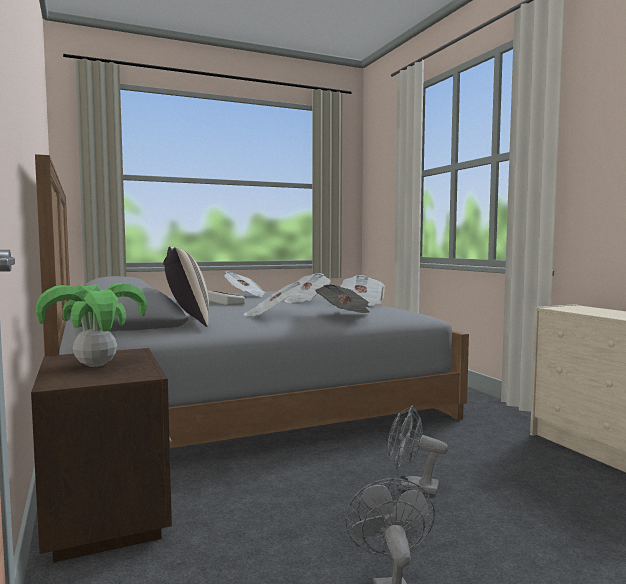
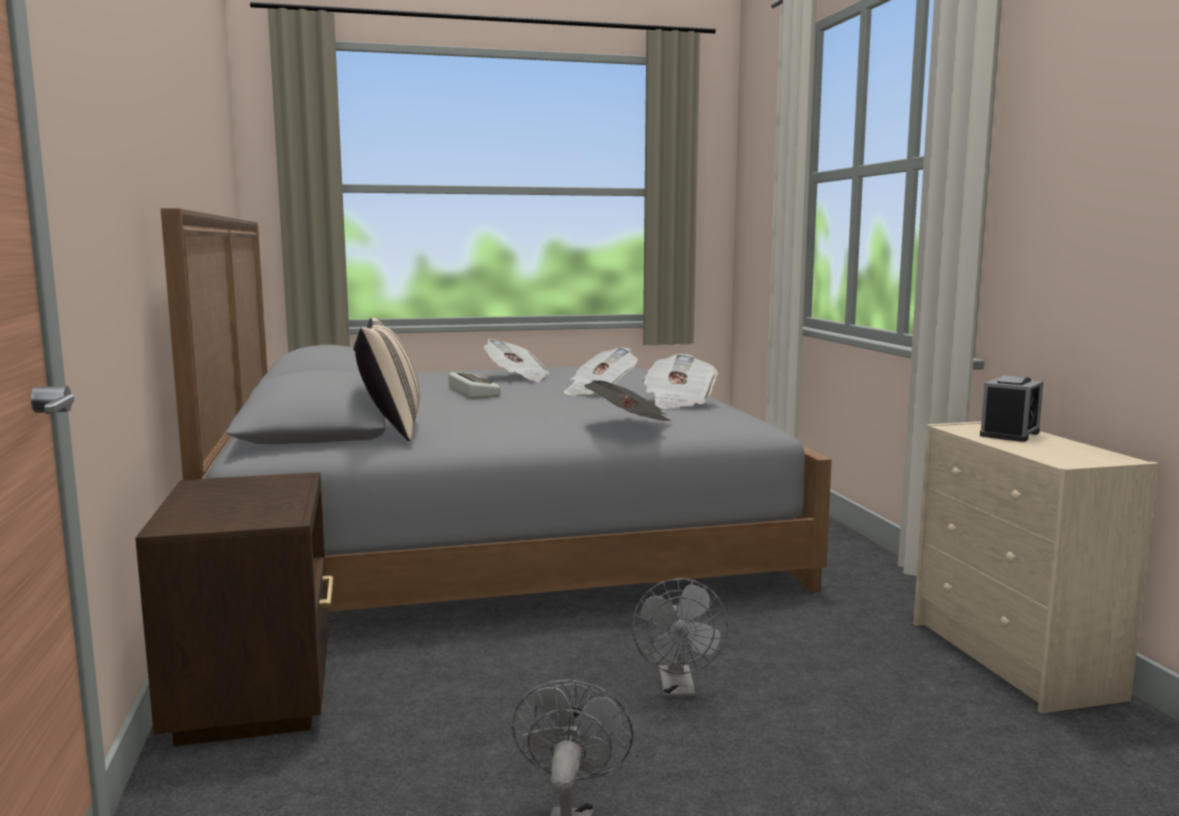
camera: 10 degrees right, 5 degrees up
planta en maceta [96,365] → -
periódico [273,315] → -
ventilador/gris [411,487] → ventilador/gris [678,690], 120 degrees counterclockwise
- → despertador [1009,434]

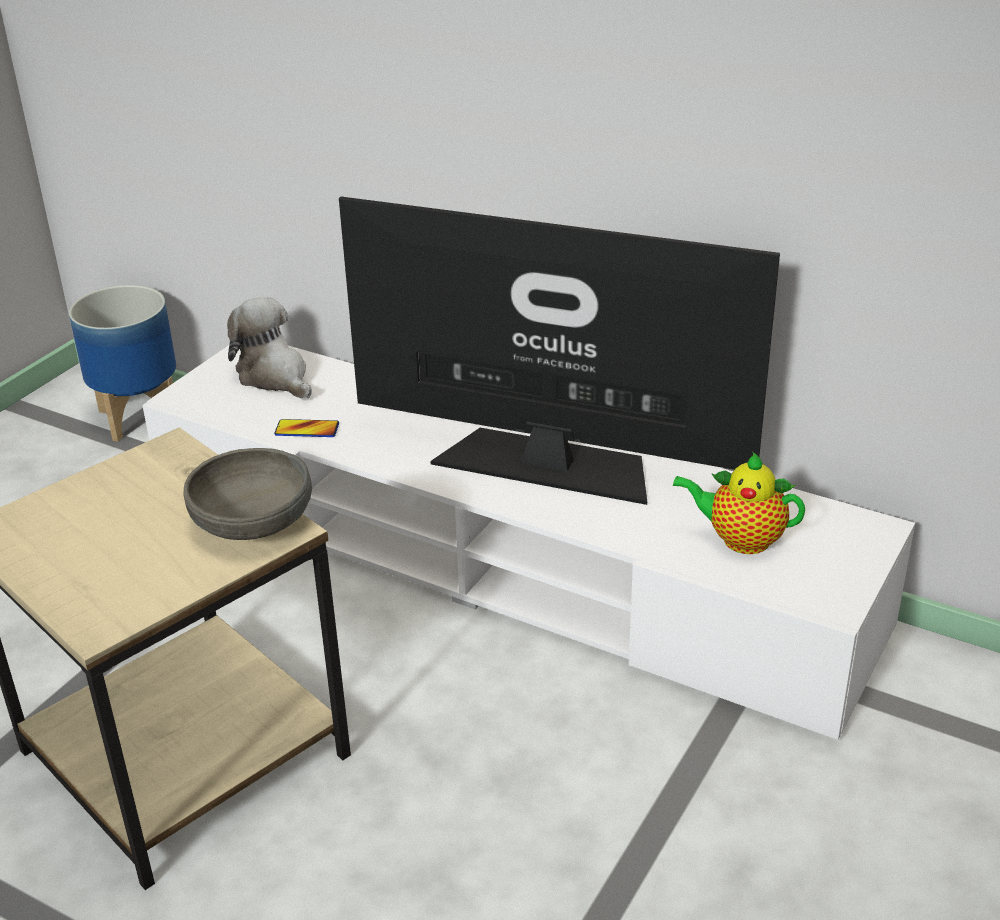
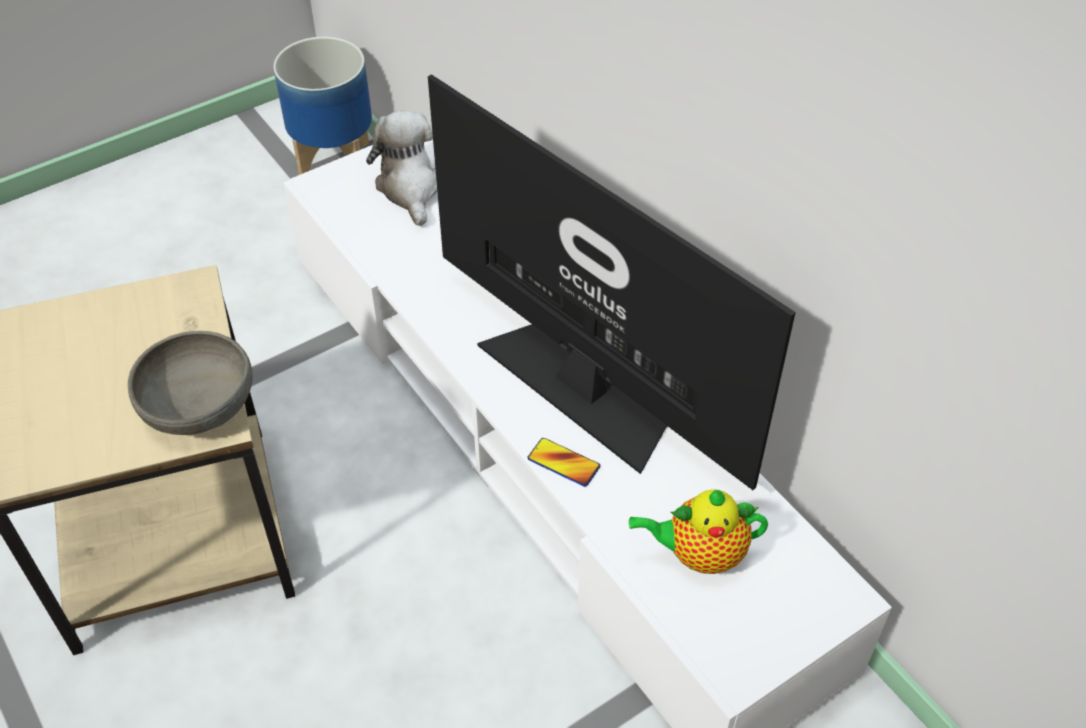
camera: 25 degrees right, 15 degrees up
móvil [307,429] → móvil [563,463], shifted
tetera [740,539] → tetera [699,554], 45 degrees counterclockwise

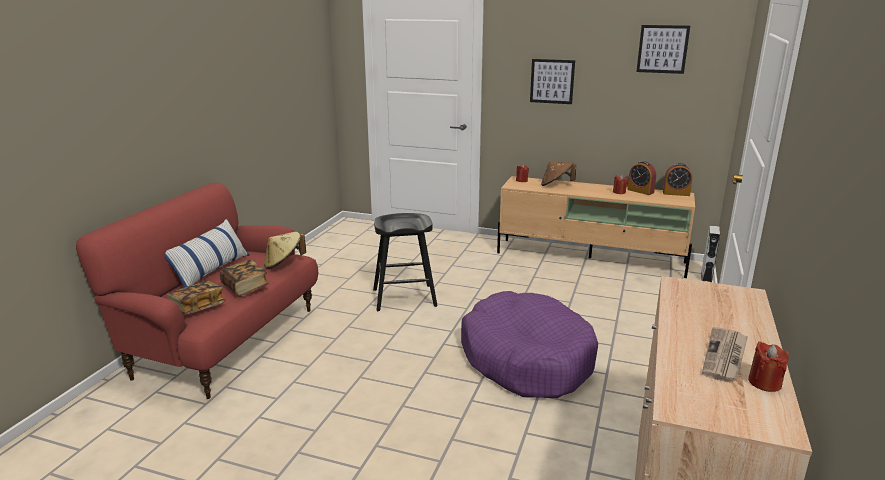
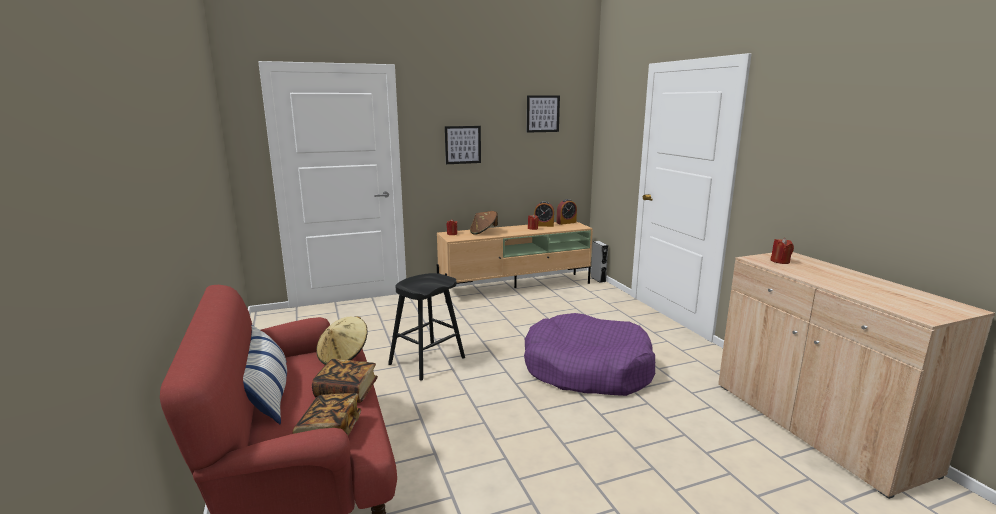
camera: 40 degrees left, 5 degrees down
periódico [725,357] → -
vela/rojo [764,383] → vela/rojo [780,261], shifted

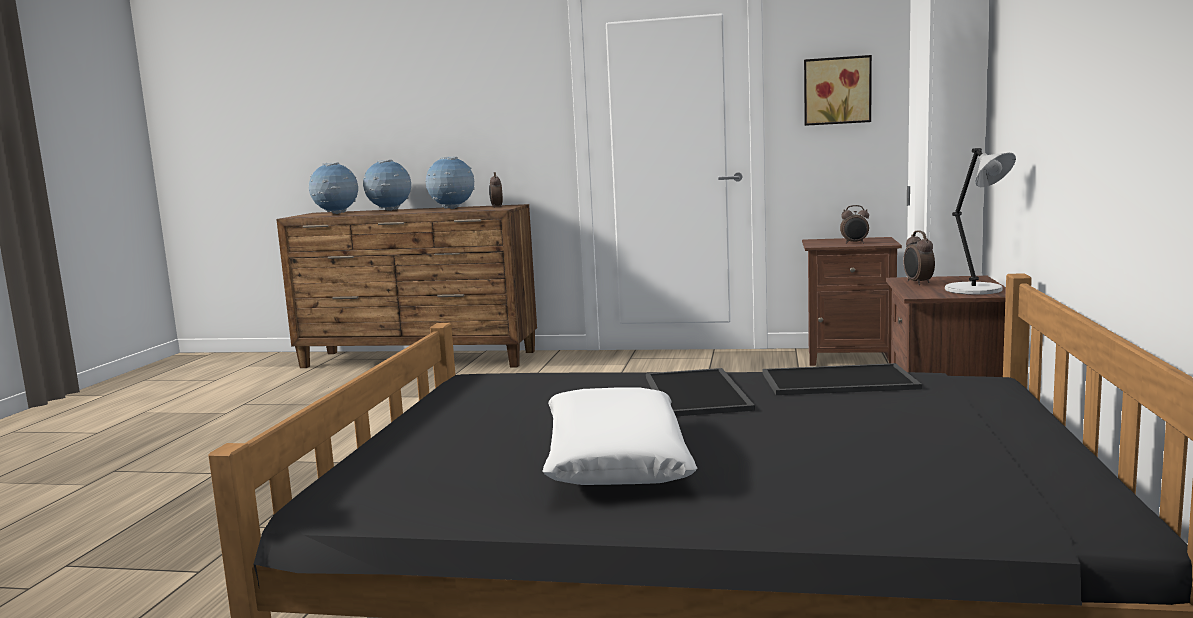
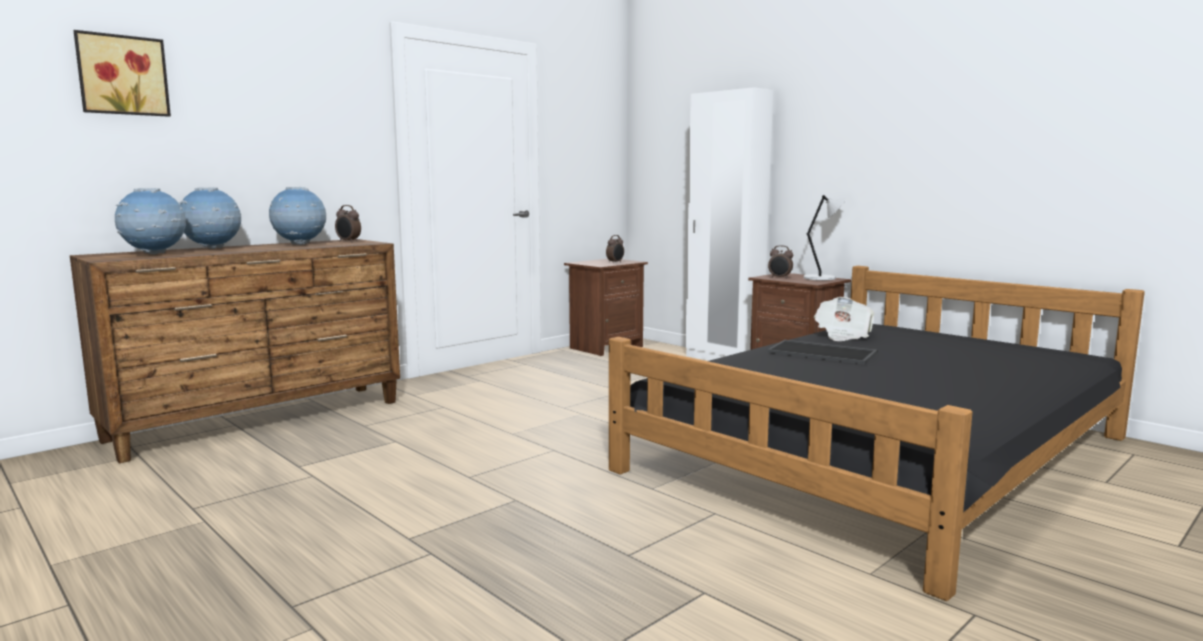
camera: 55 degrees left, 0 degrees up
cojín/blanco [614,458] → -
bandeja [837,381] → periódico [842,335]
cuadro [837,91] → cuadro [122,75], shifted

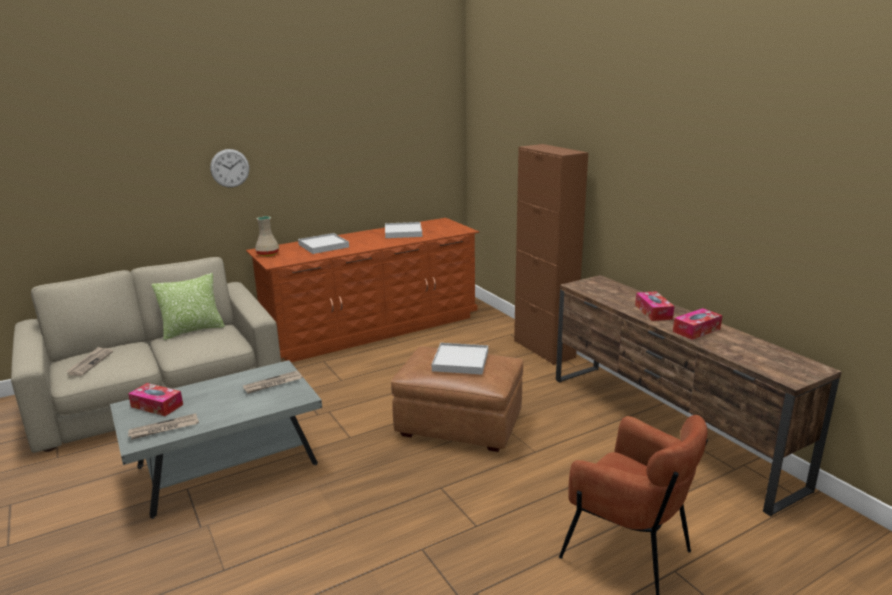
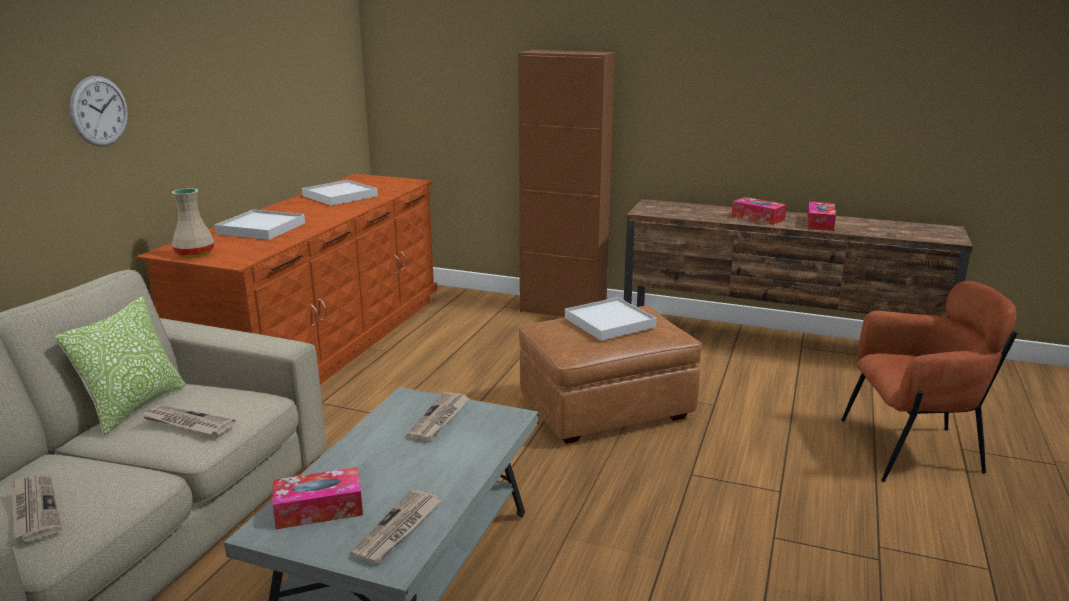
camera: 40 degrees left, 0 degrees up
- → periódico [186,423]

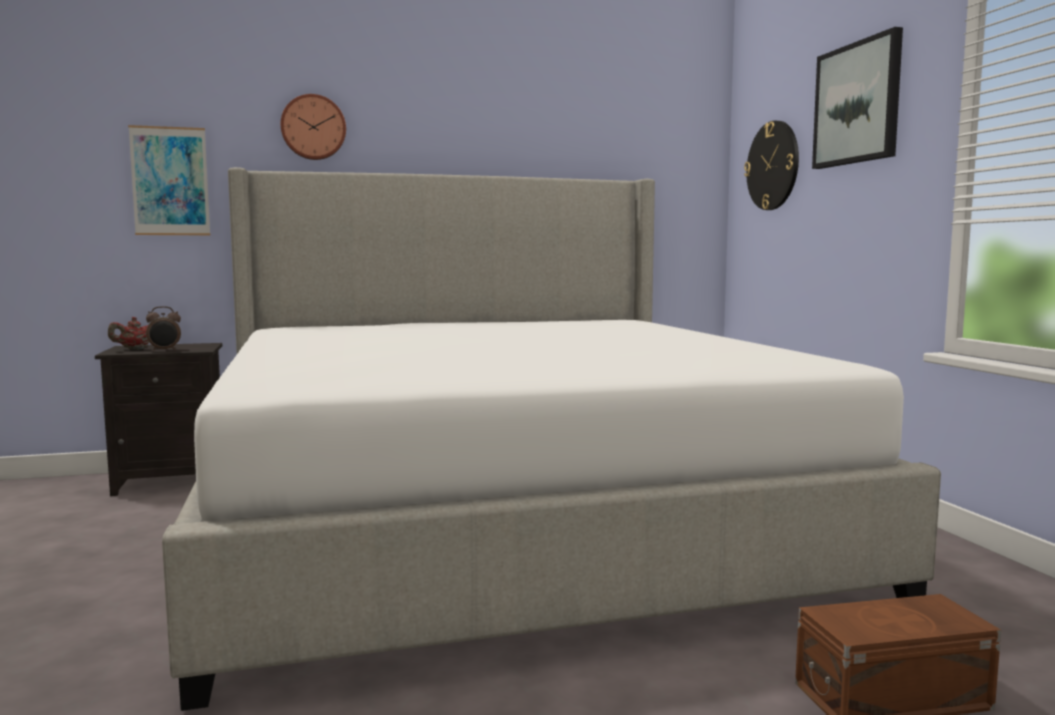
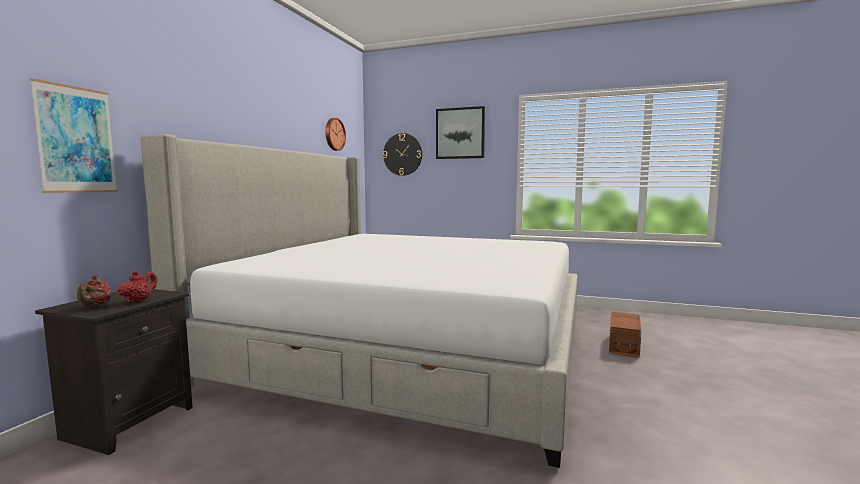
camera: 55 degrees left, 0 degrees up
despertador [164,350] → tetera/rojo [138,301]
reloj de pared [313,127] → reloj de pared [334,134], shifted

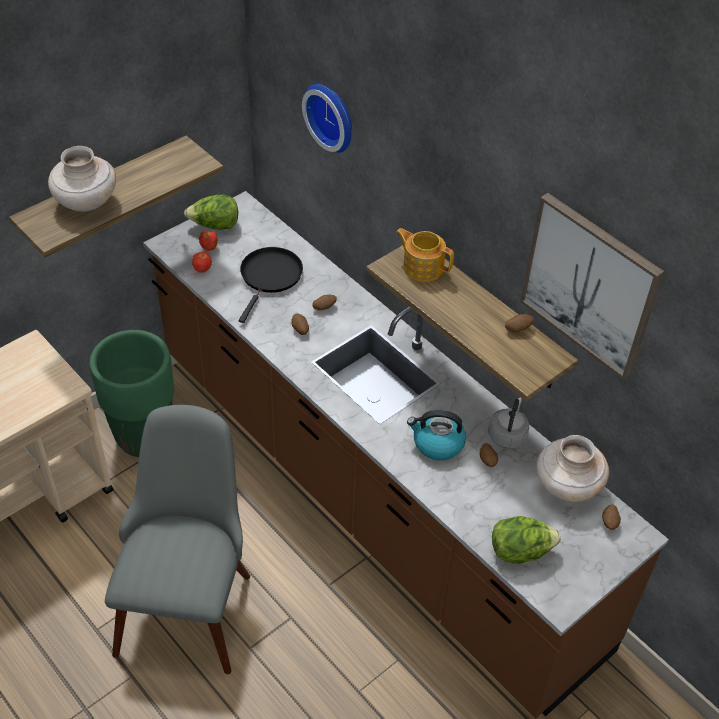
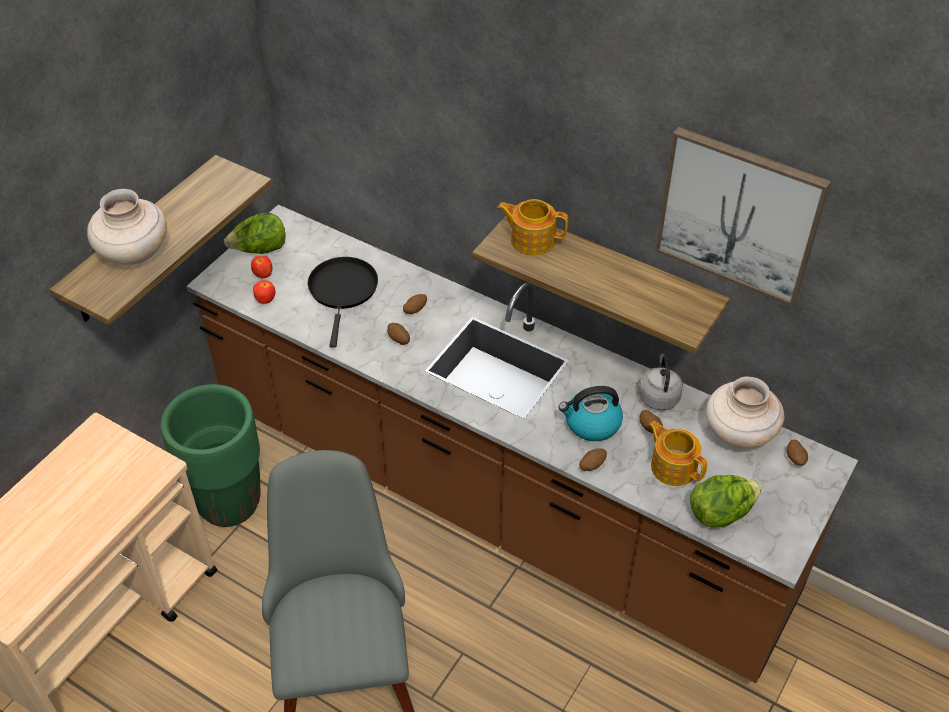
camera: 15 degrees left, 0 degrees up
reloj de pared [332,116] → -
patata [517,329] → patata [591,465], shifted
- → tetera [673,466]

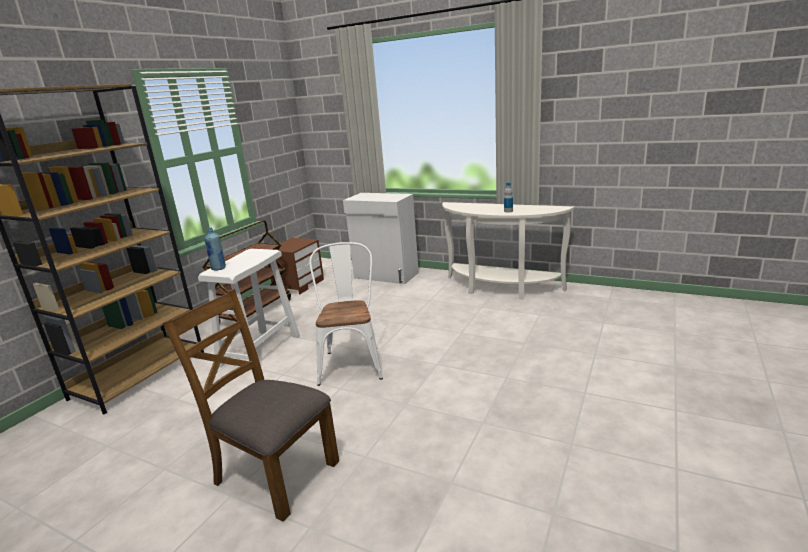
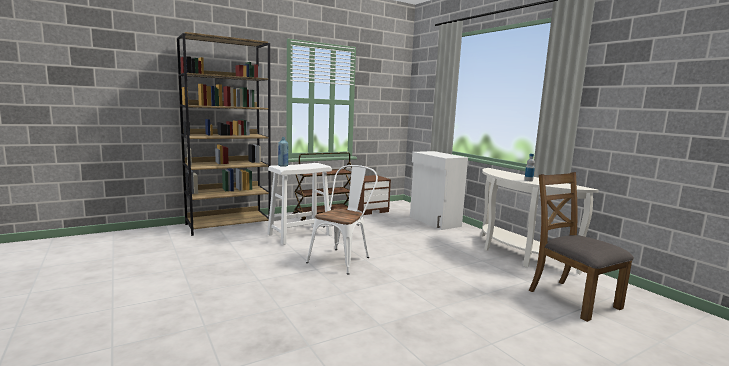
camera: 30 degrees right, 10 degrees down
silla/marrón [275,473] → silla/marrón [572,299], shifted

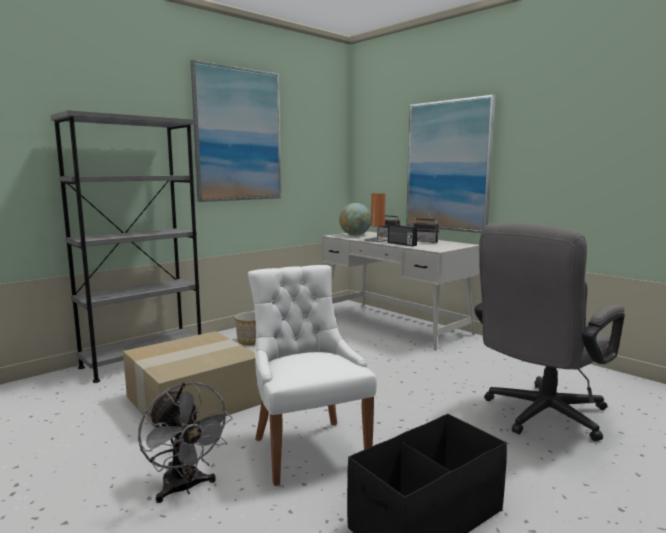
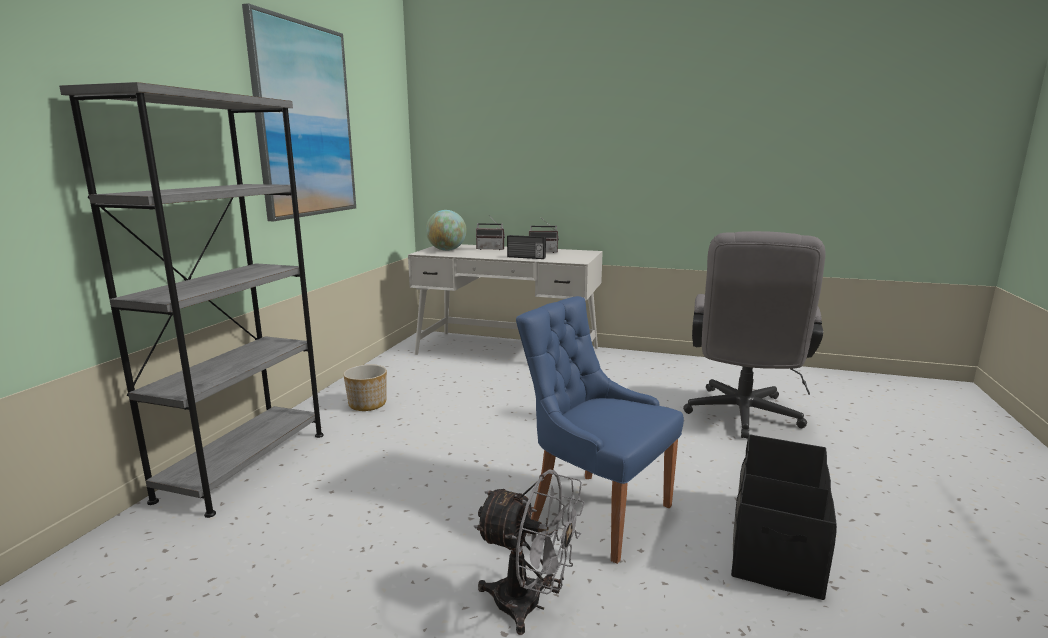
camera: 30 degrees left, 5 degrees up
caja de cartón [194,399] → -
silla/blanco [308,448] → silla/azul [596,511]
lámpara de mesa/naranja [377,240] → -
cuadro [448,166] → -

